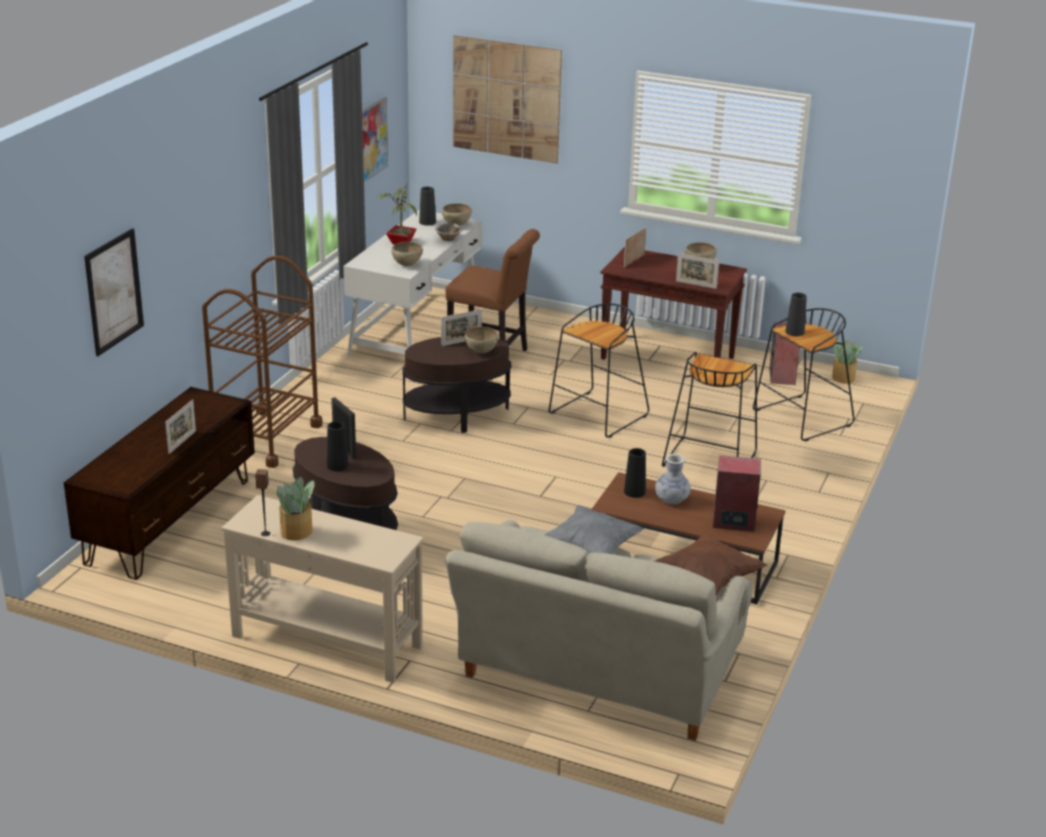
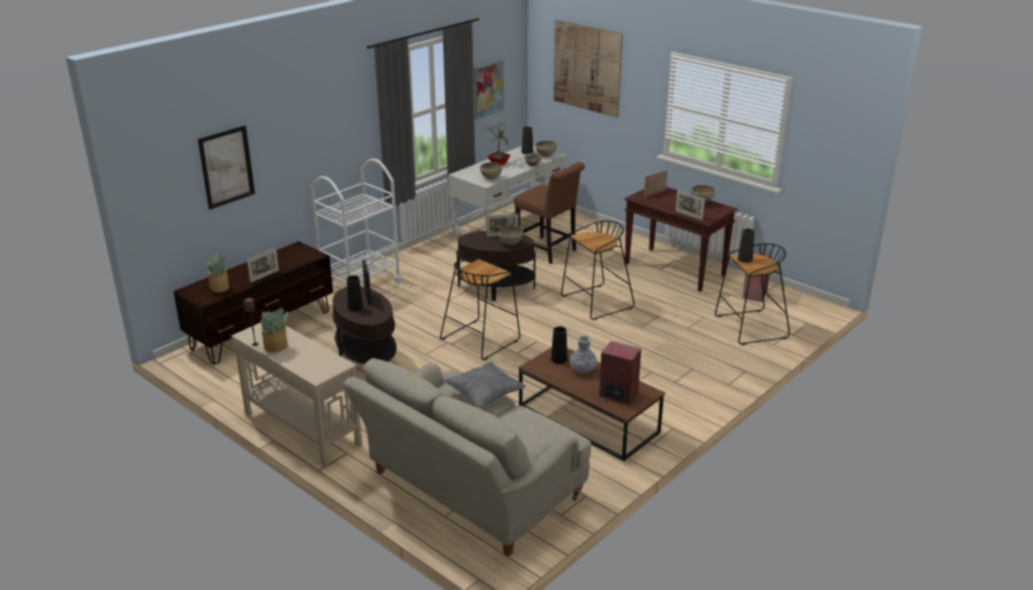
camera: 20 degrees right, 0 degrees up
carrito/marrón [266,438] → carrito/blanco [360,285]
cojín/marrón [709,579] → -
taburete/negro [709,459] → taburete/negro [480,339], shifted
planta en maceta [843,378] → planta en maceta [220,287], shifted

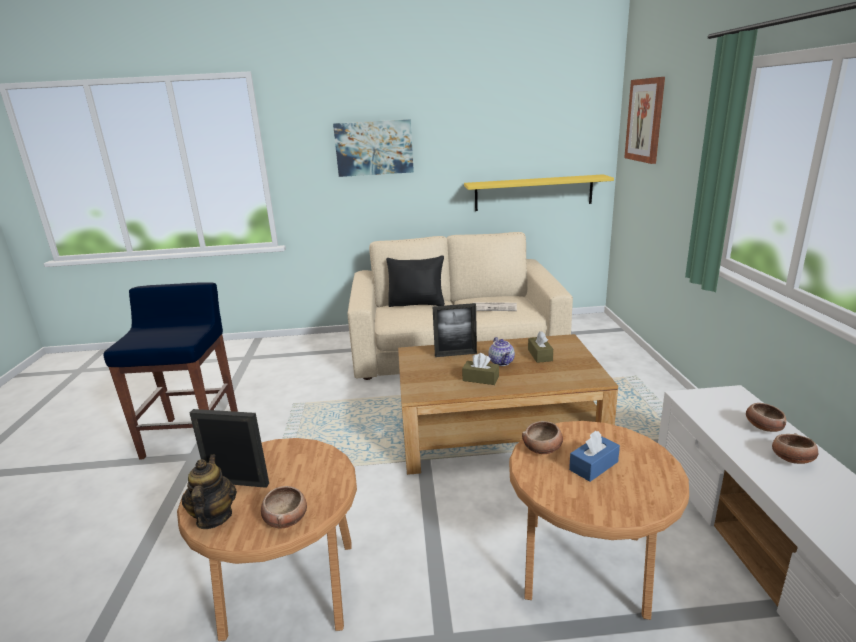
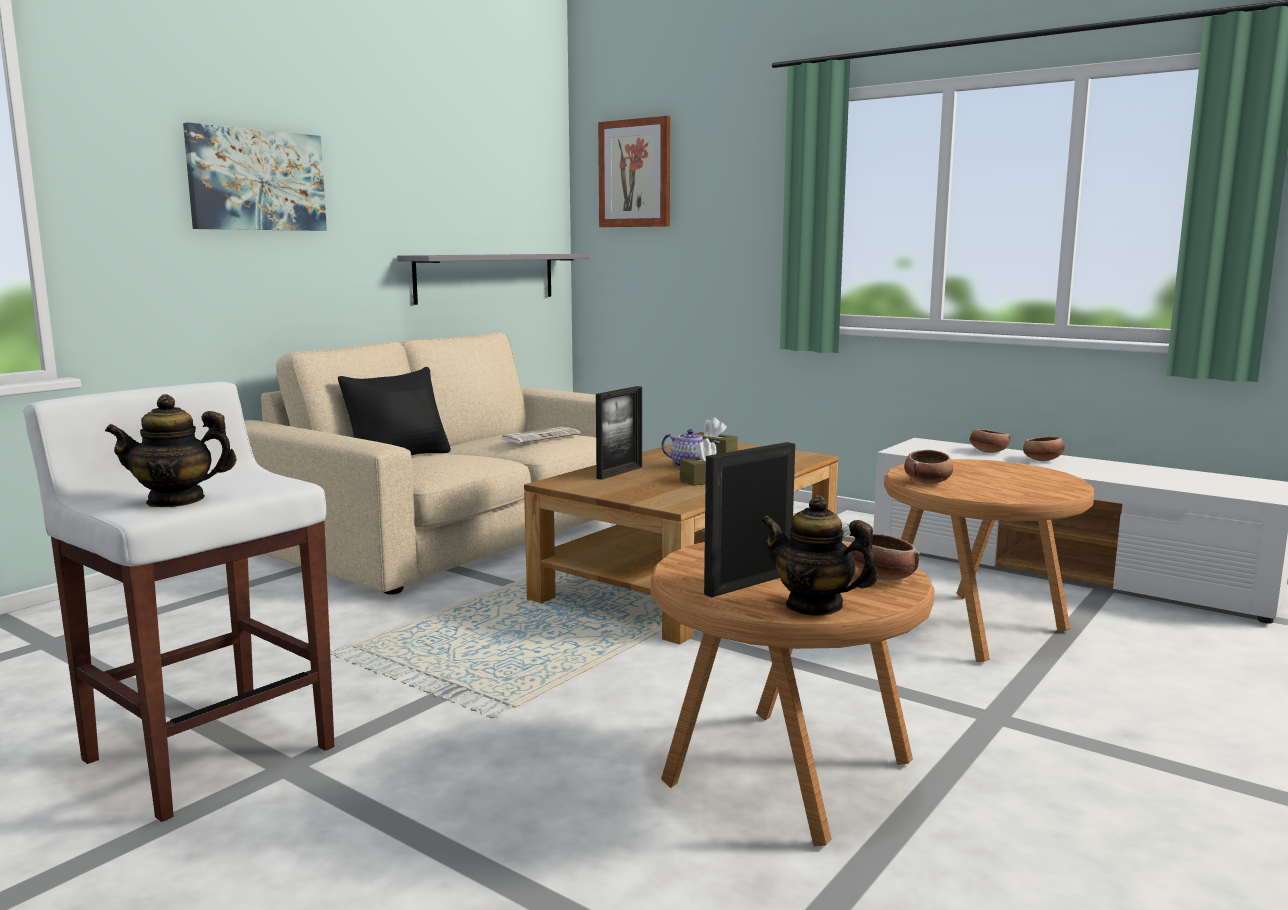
camera: 50 degrees left, 10 degrees down
taburete/azul [193,435] → taburete/blanco [208,753]
estante/amarillo [533,193] → estante/gris [486,277]
caja de pañuelos/azul [593,466] → -
- → tetera [176,500]

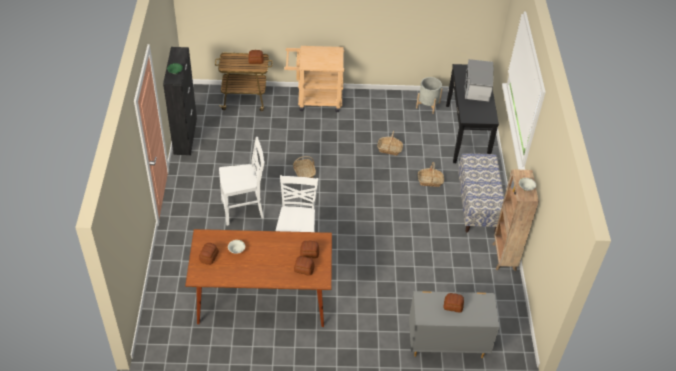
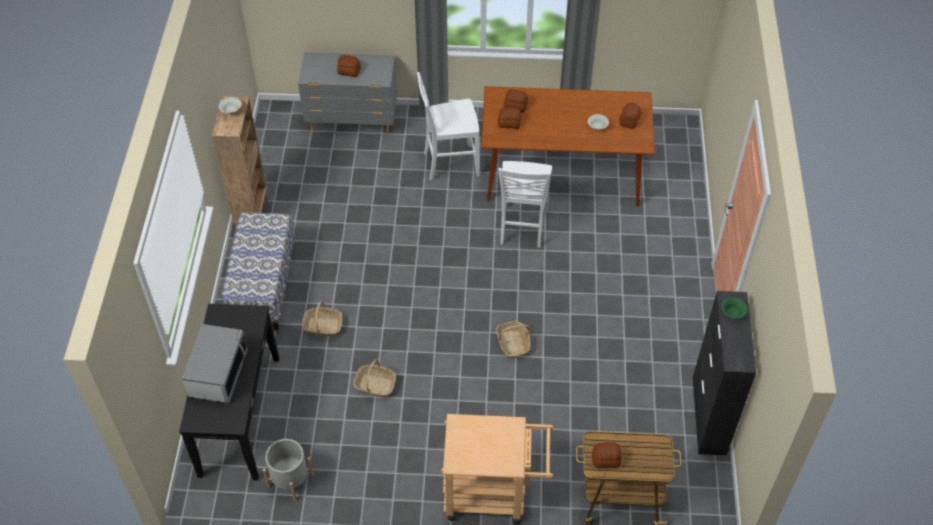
camera: 175 degrees left, 5 degrees up
silla/blanco [243,210] → silla/blanco [449,163], shifted

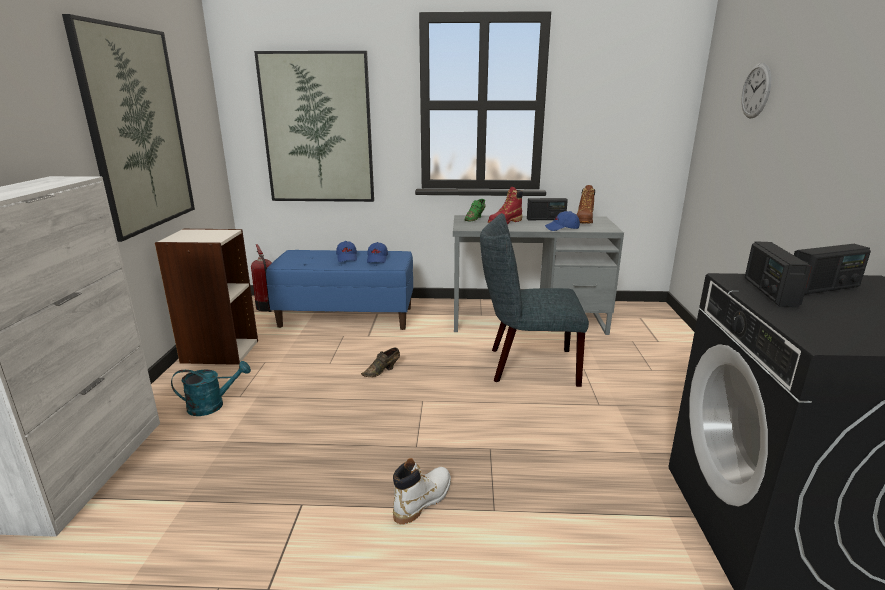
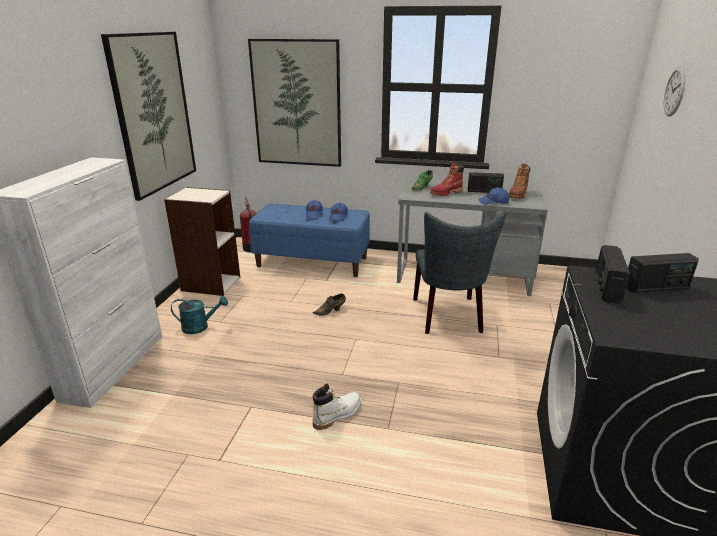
camera: 10 degrees right, 5 degrees up
silla/gris [526,366] → silla/gris [449,317], 105 degrees counterclockwise

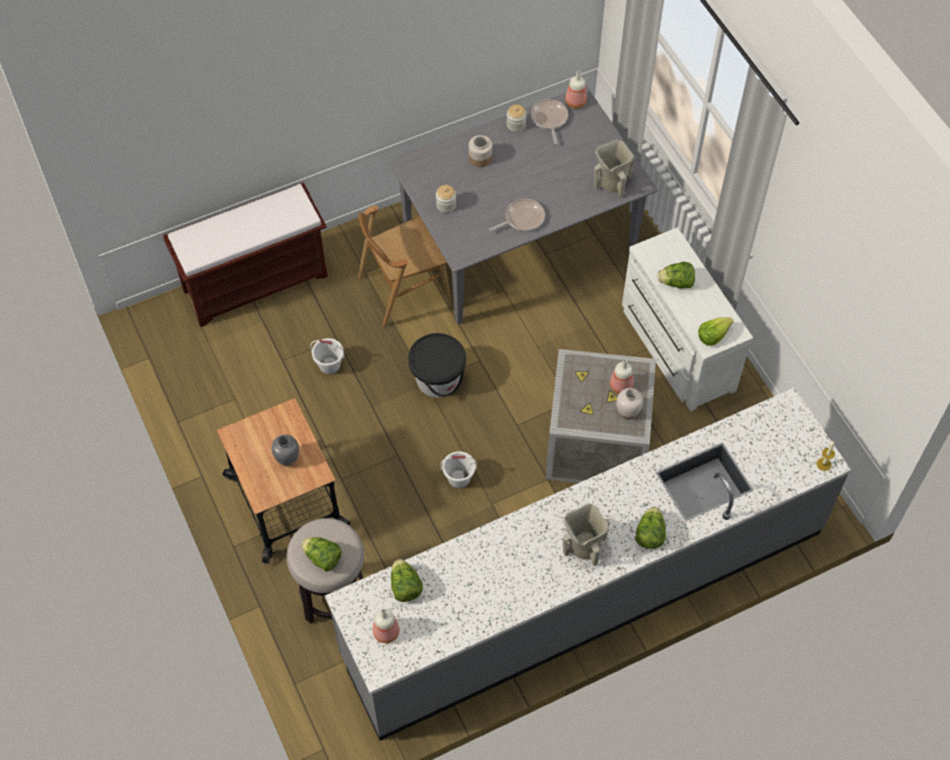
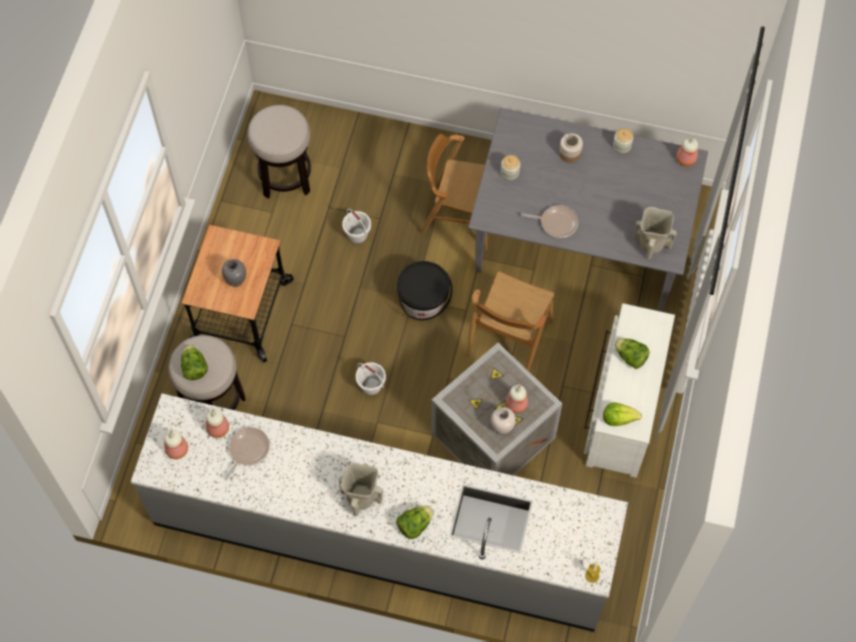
camera: 40 degrees right, 5 degrees up
banco/marrón [256,282] → -
lechuga [405,587] → botella [217,428]
sartén [549,119] → sartén [248,450], shifted
- → taburete [285,177]
- → silla/marrón [509,339]

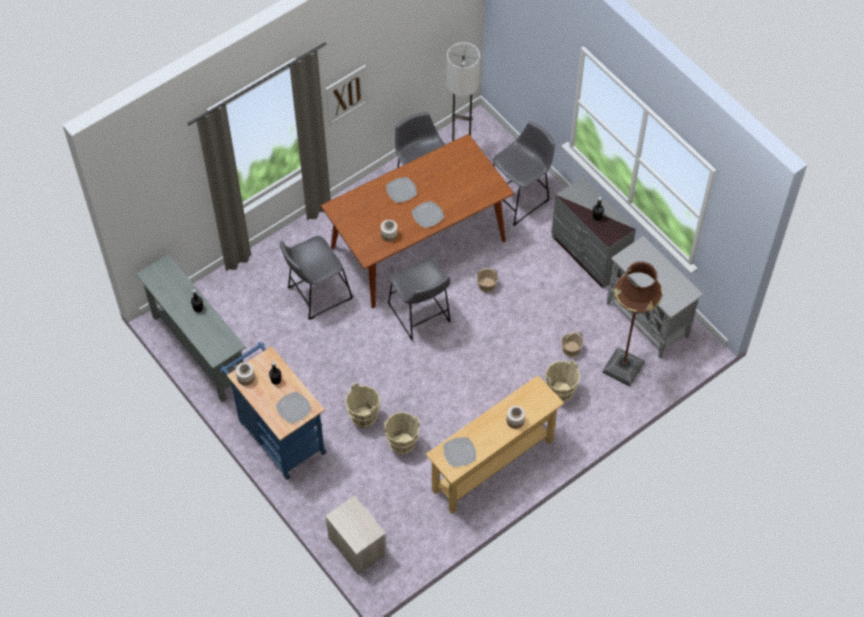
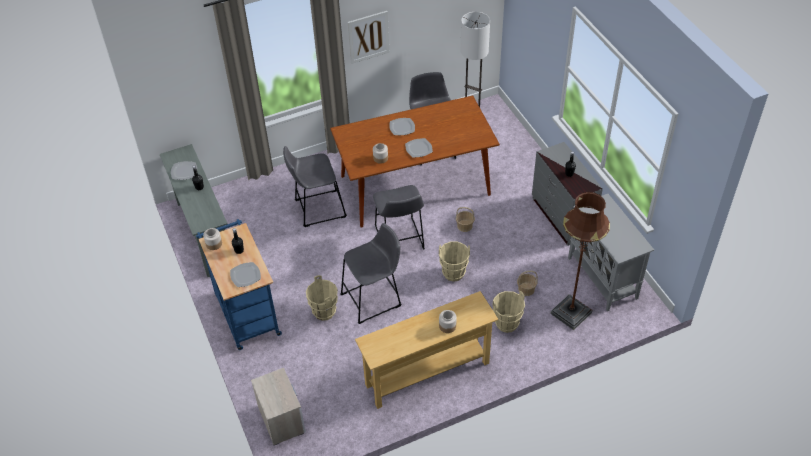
camera: 15 degrees right, 10 degrees down
cubo/beis [402,444] → cubo/beis [453,273], shifted
plato [459,452] → plato [184,171], shifted
taburete/gris [520,198] → taburete/gris [374,299], shifted

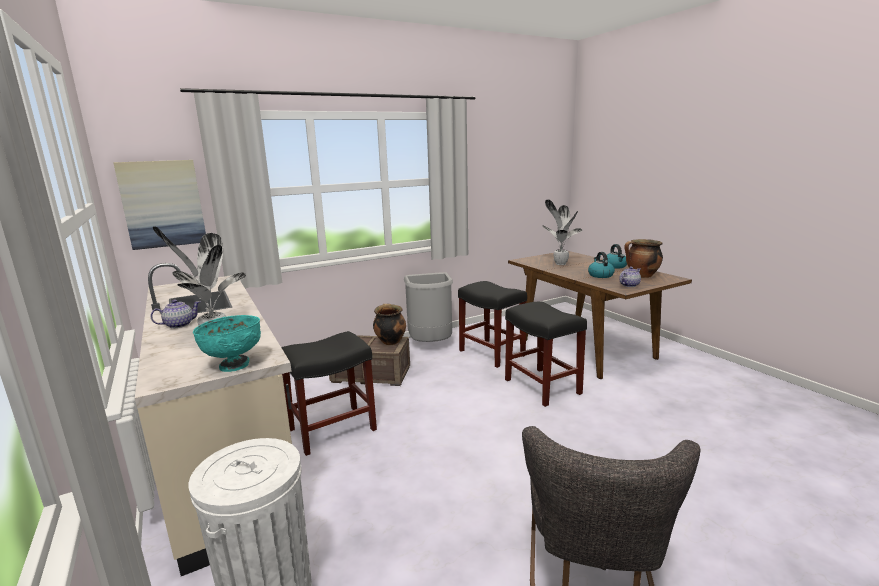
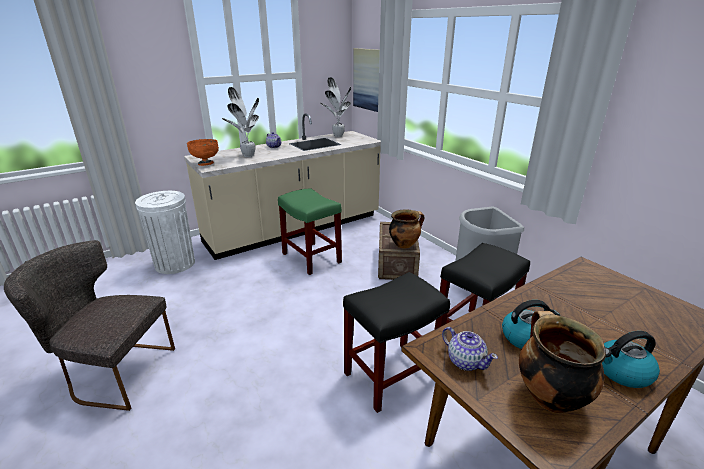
camera: 85 degrees right, 10 degrees up
cuenco/turquesa [234,365] → cuenco/naranja [206,164]
taburete/negro [333,429] → taburete/verde [312,258]
planta en maceta [559,264] → planta en maceta [338,135], shifted

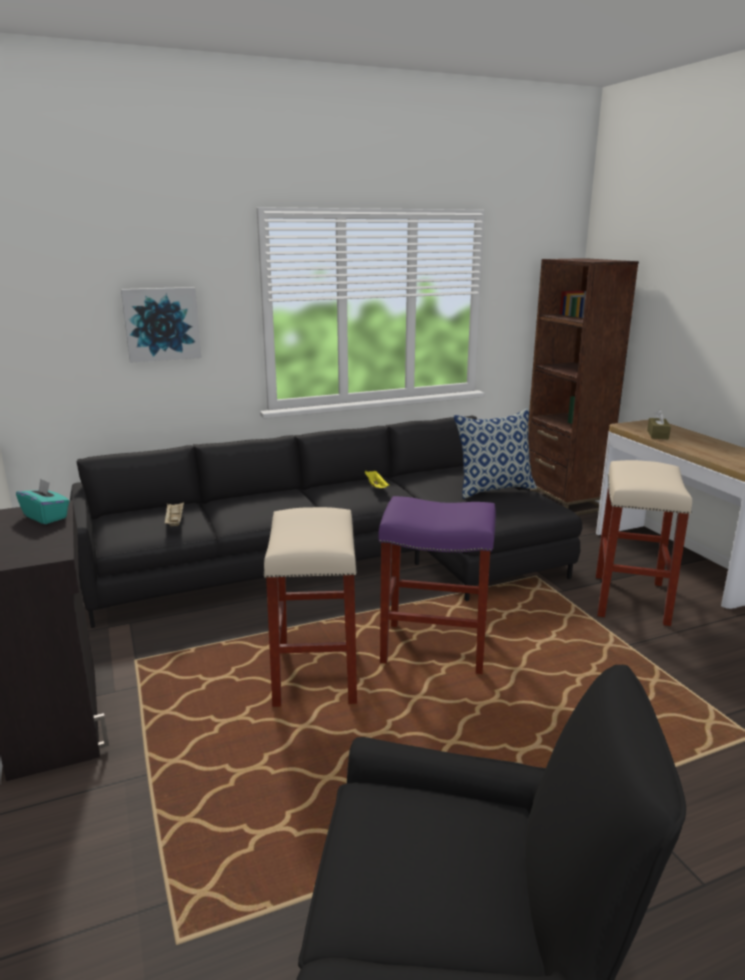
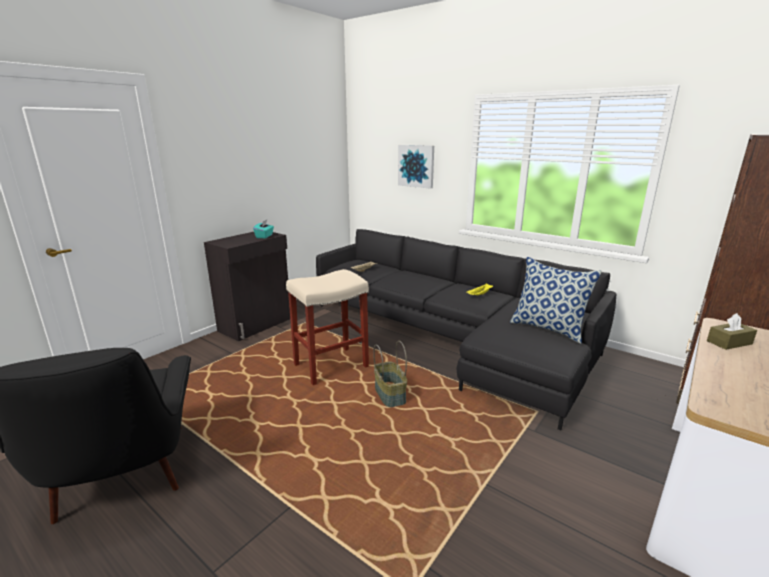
camera: 60 degrees right, 0 degrees up
taburete/morado [436,648] → cesta [390,395]
taburete/beis [631,600] → -

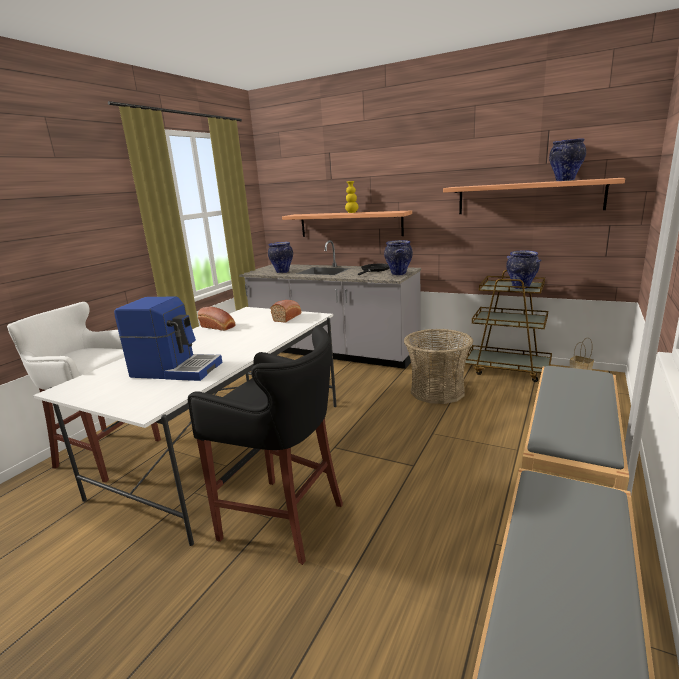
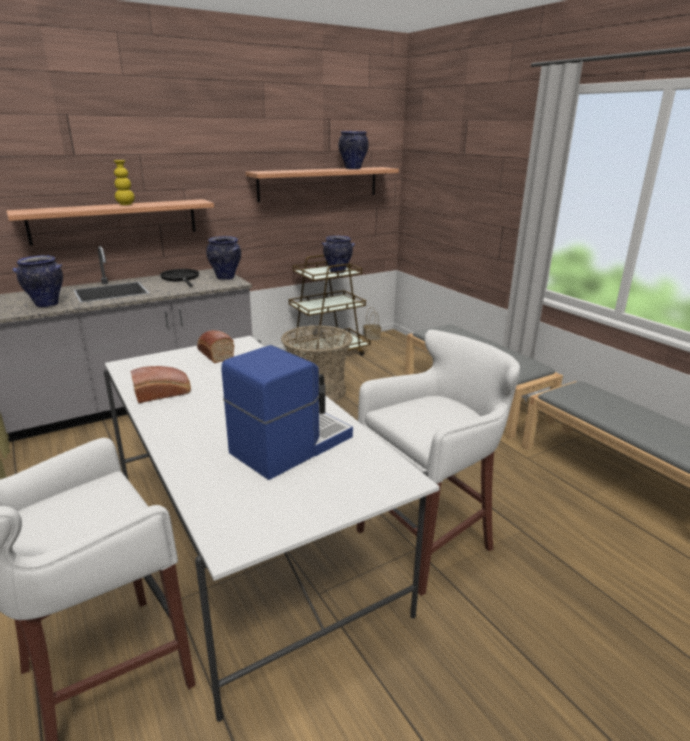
camera: 60 degrees left, 5 degrees up
taburete/negro [286,520] → taburete/blanco [428,540]

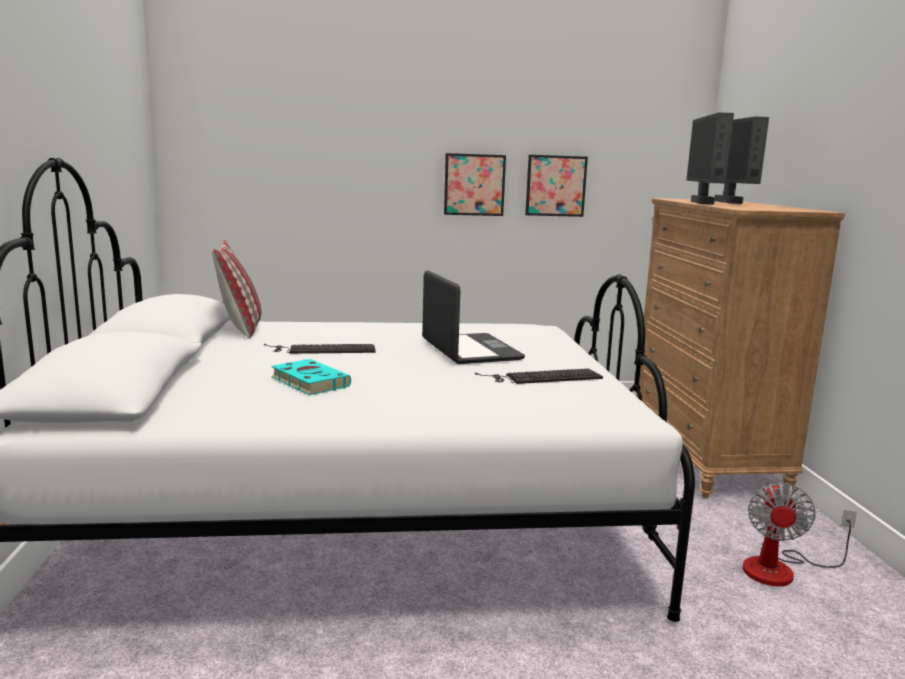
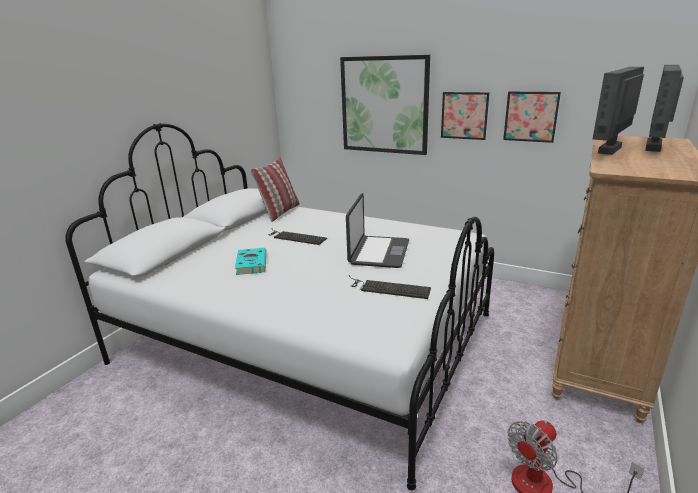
camera: 35 degrees right, 10 degrees up
- → cuadro [384,105]

